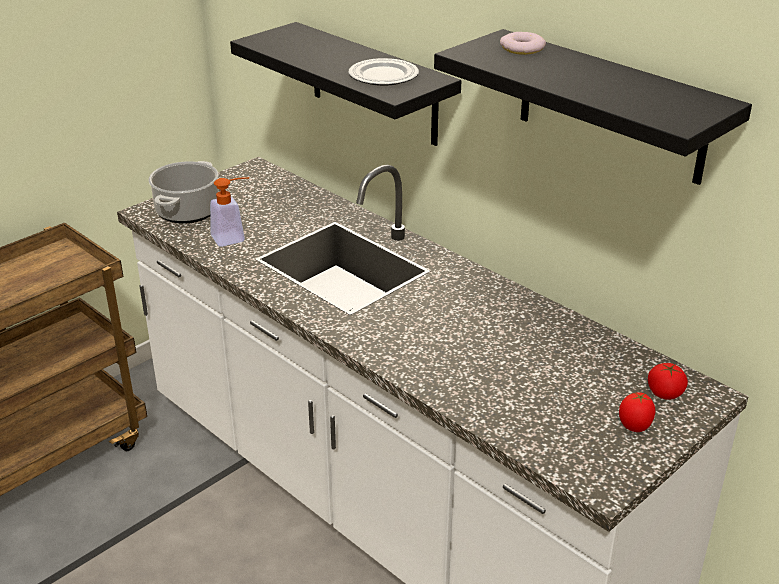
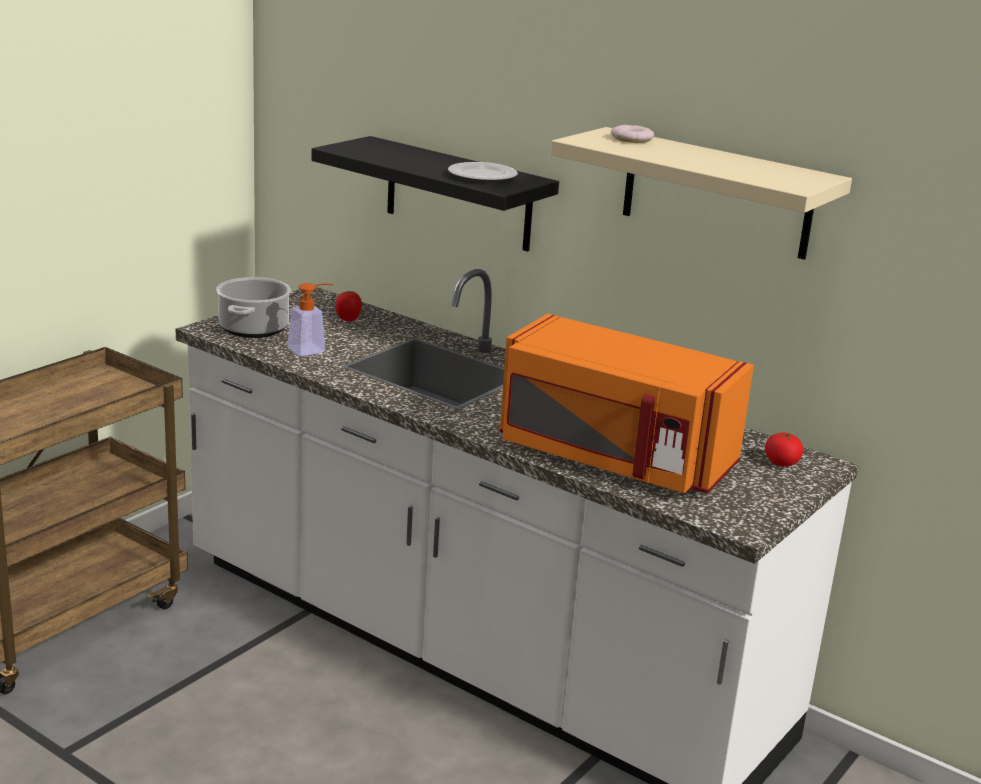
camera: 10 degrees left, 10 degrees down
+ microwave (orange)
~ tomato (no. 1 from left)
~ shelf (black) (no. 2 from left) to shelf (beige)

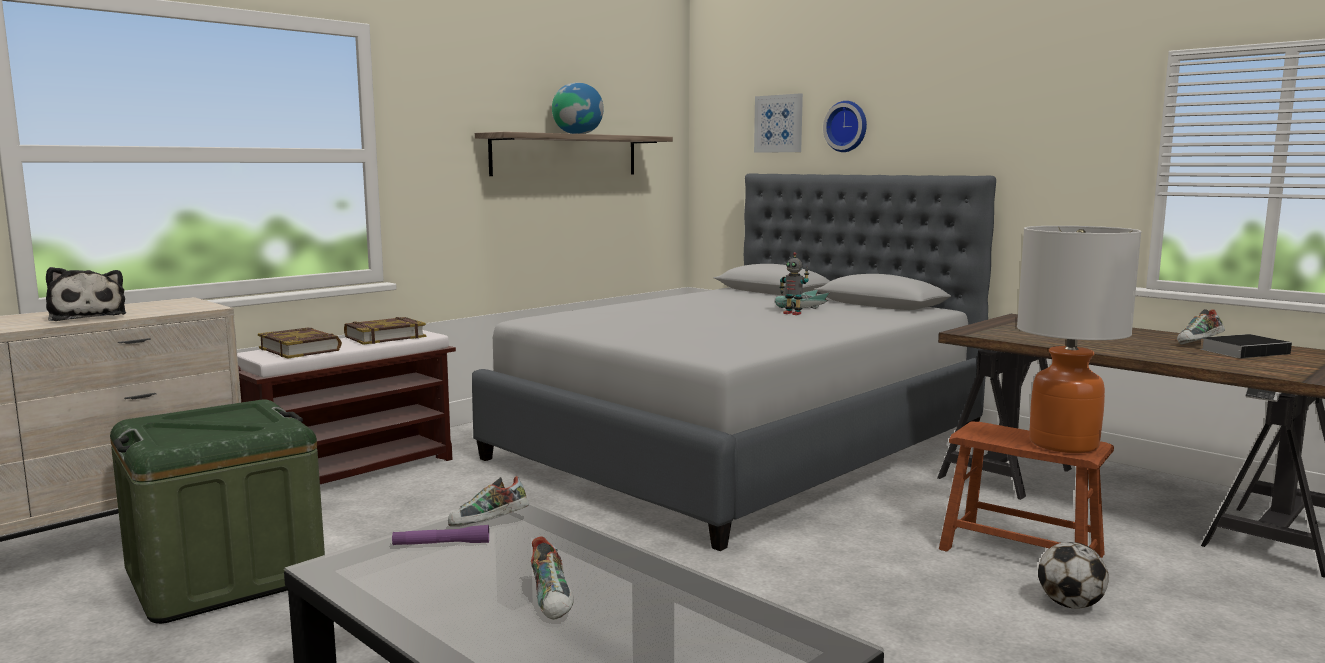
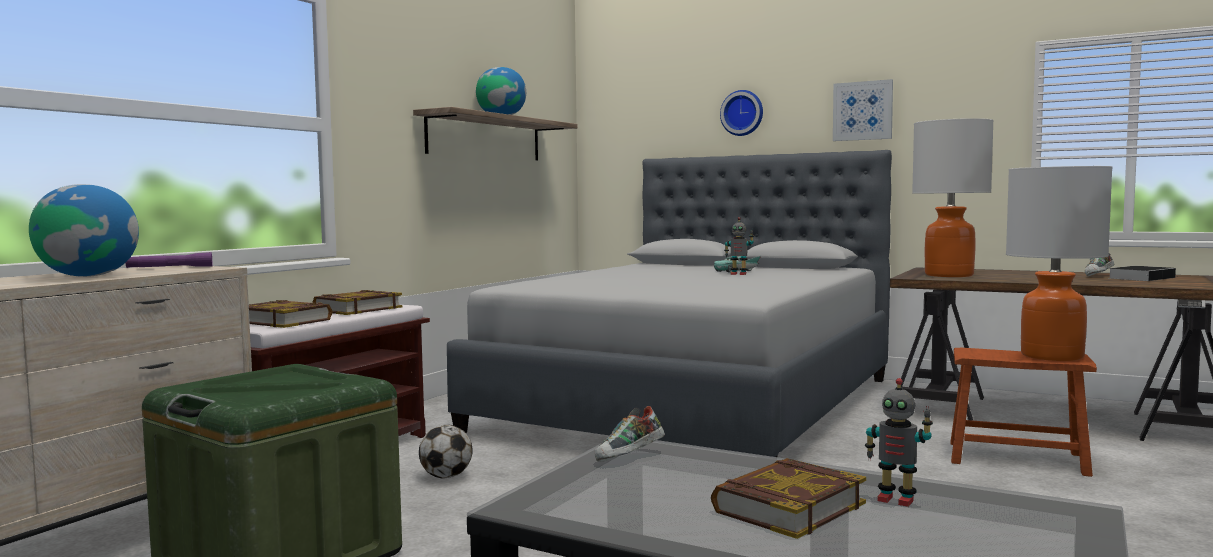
camera: 15 degrees left, 5 degrees down
+ toy robot (no. 2 from left)
+ table lamp (no. 1 from left)
~ flashlight (purple)
~ picture
~ football
~ plush toy to globe (no. 1 from left)
~ shoe (no. 2 from left) to book (no. 3 from left)

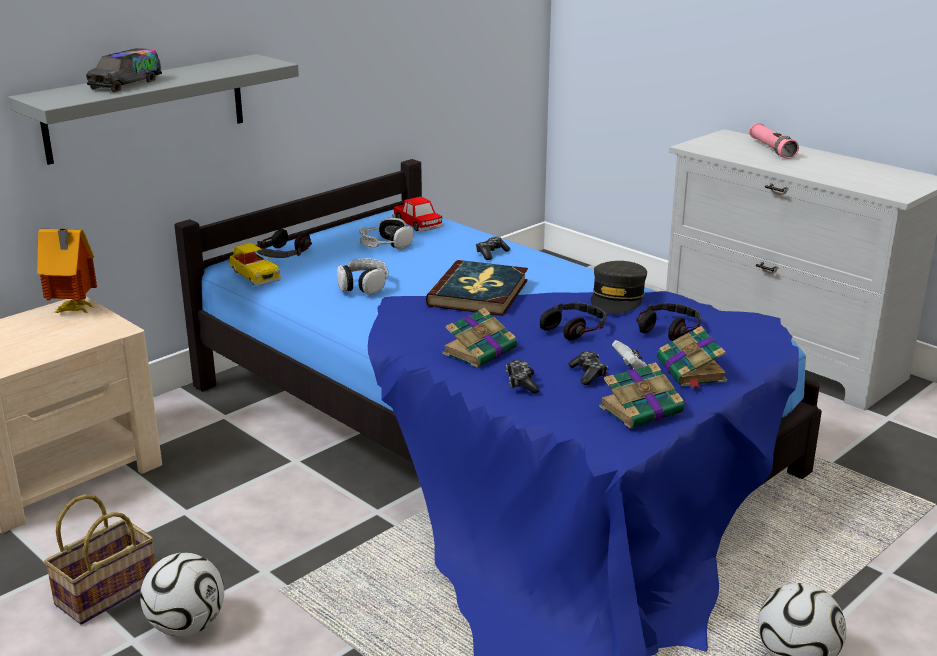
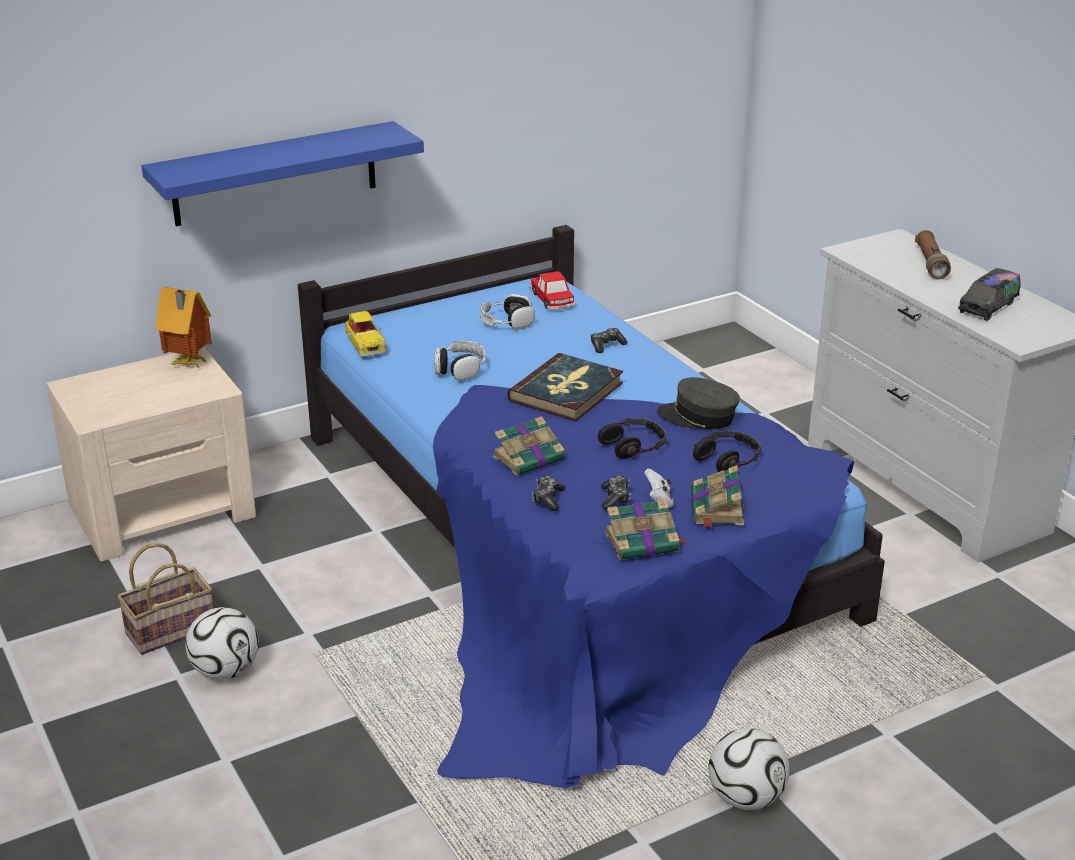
camera: 15 degrees right, 5 degrees up
- headphones (no. 1 from left)
~ toy truck
~ shelf (grey) to shelf (blue)
~ flashlight (pink) to flashlight (brown)
~ cap (grey) 75 degrees clockwise

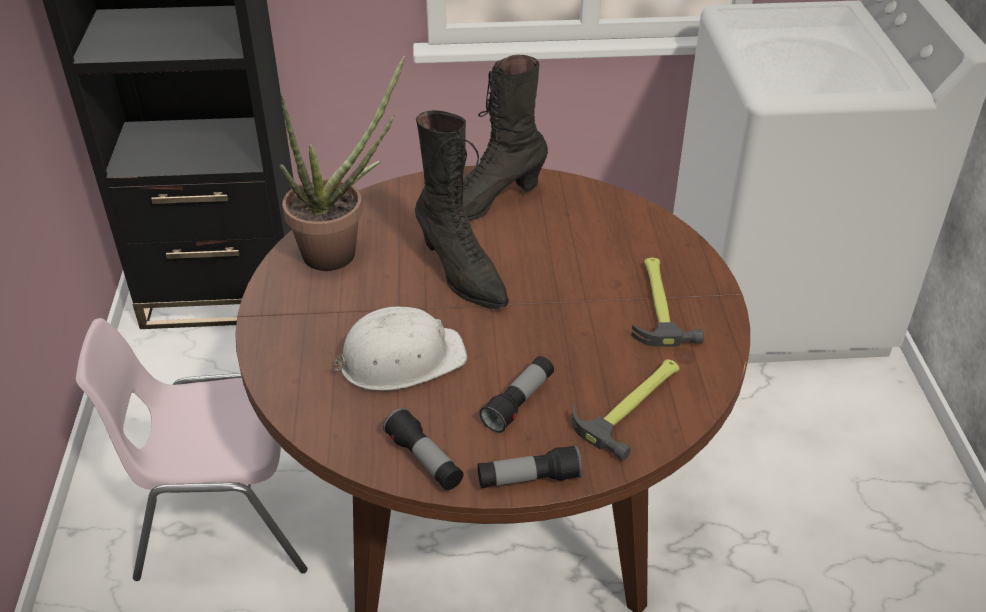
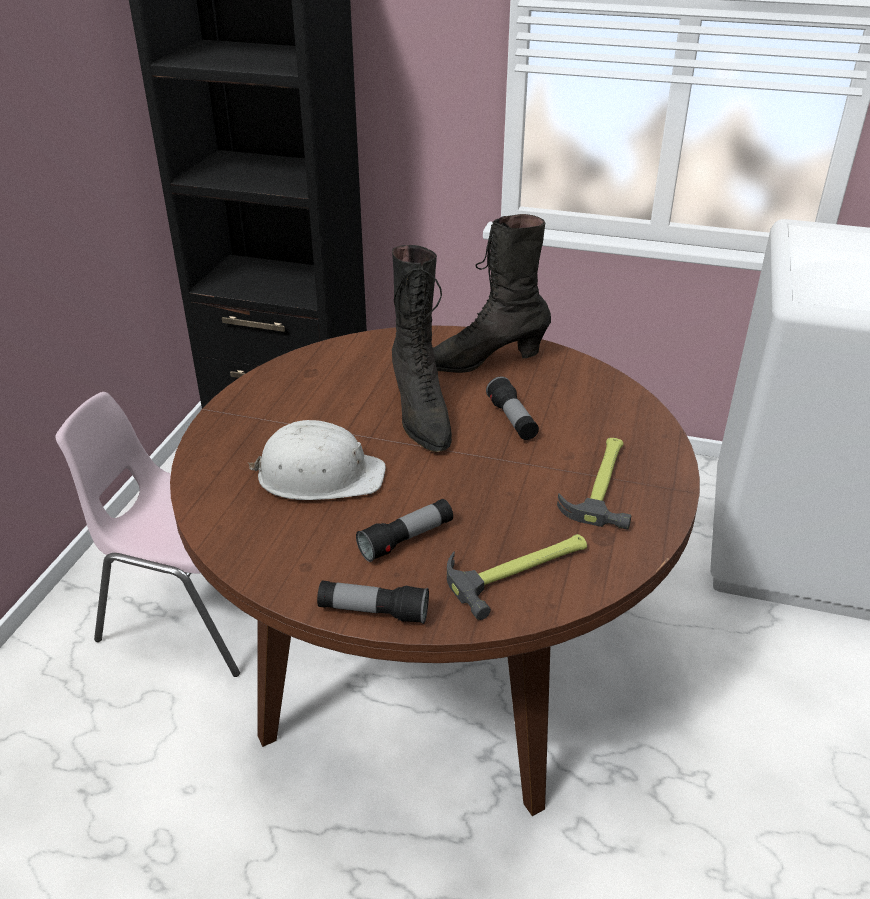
camera: 20 degrees right, 5 degrees down
- potted plant
~ flashlight (no. 1 from left in the first image) to flashlight (no. 3 from left)

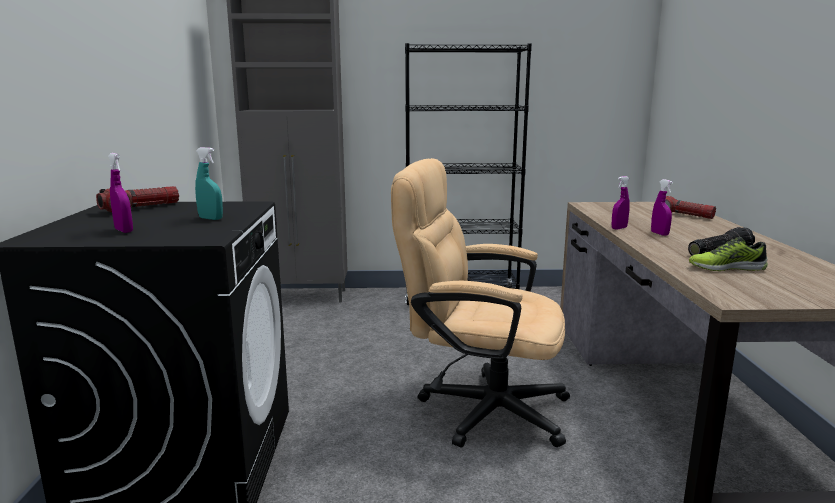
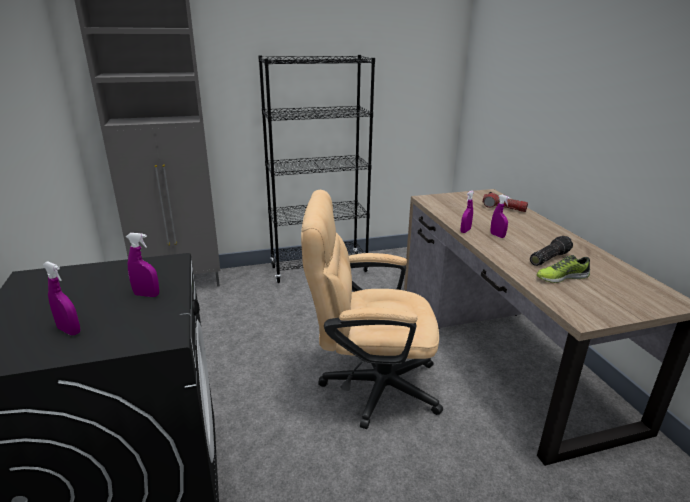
camera: 15 degrees left, 10 degrees up
- flashlight (no. 1 from left)
~ spray bottle (turquoise) to spray bottle (purple) (no. 2 from left)

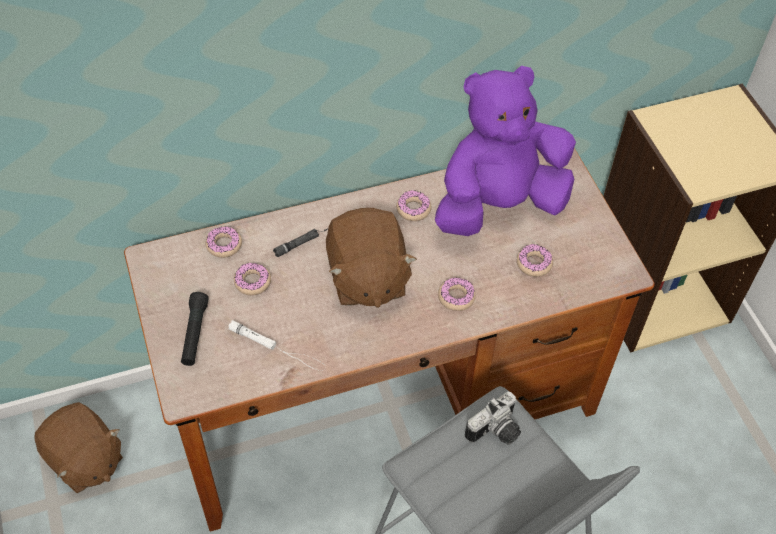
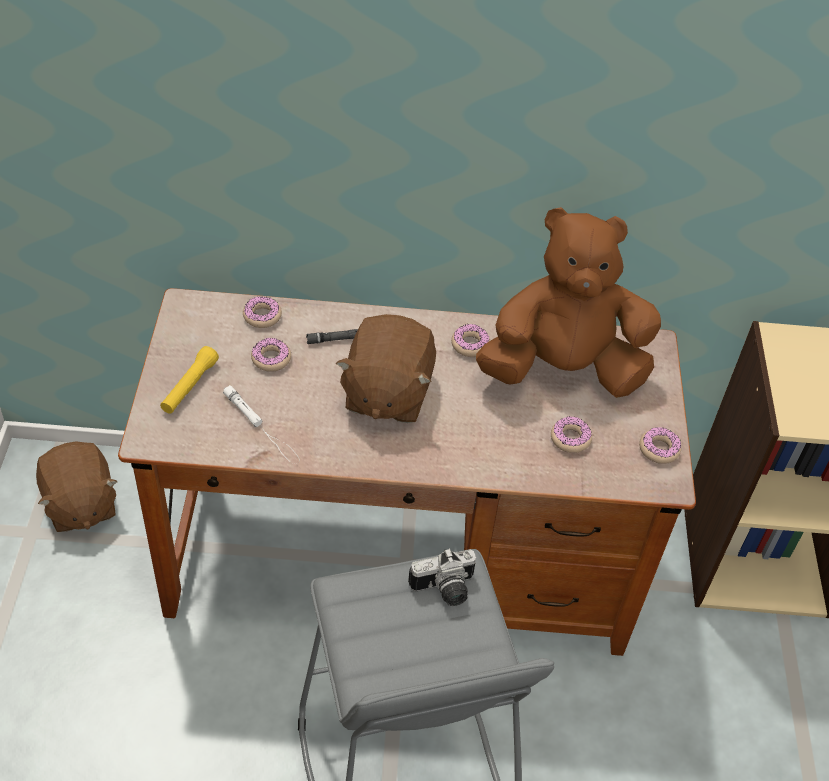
camera: 20 degrees right, 5 degrees down
~ donut (no. 4 from left in the first image) to donut (no. 5 from left)
~ flashlight (black) (no. 1 from left) to flashlight (yellow)
~ plush toy (purple) to plush toy (brown) (no. 3 from left)

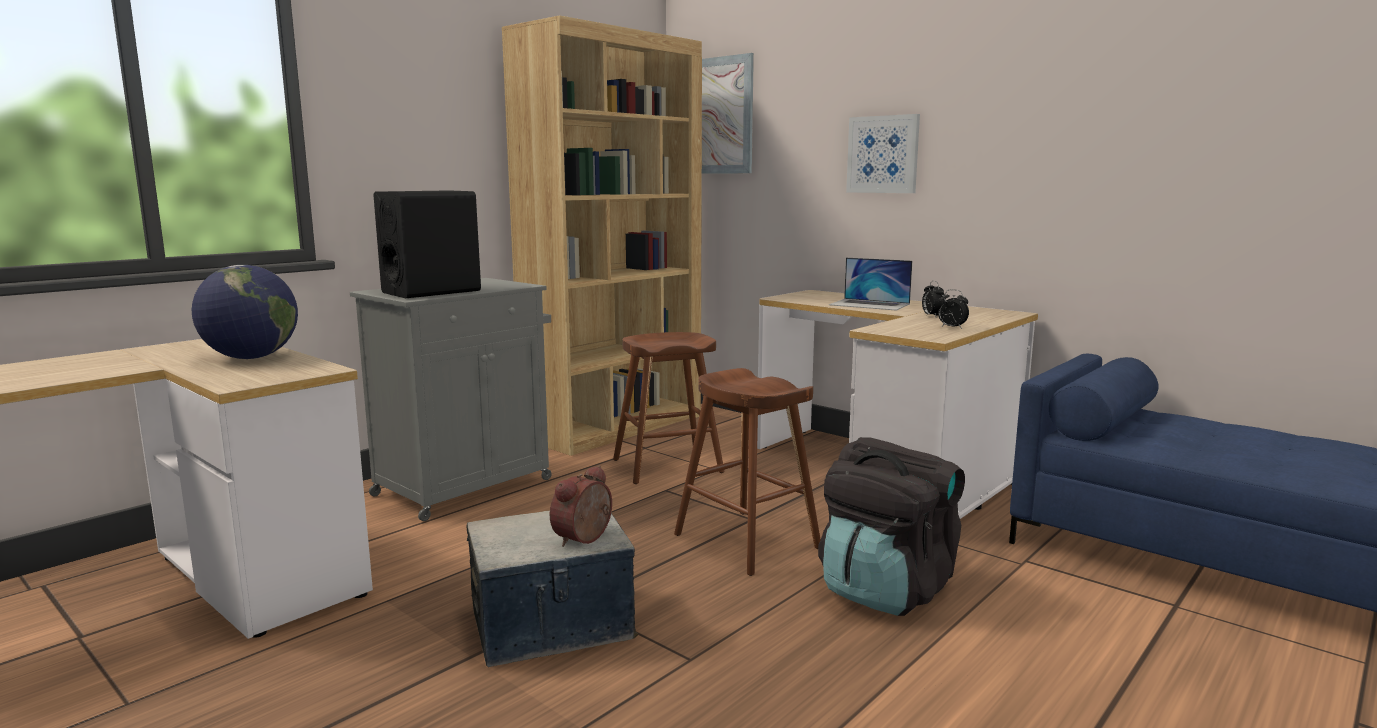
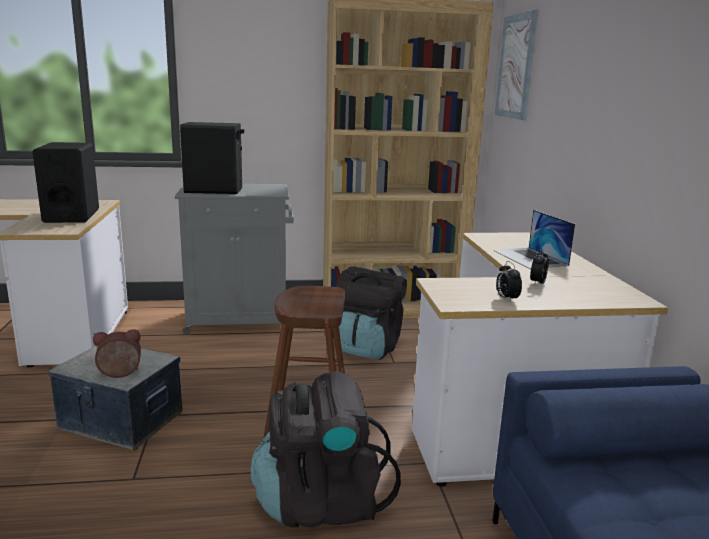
camera: 40 degrees right, 5 degrees up
- picture (no. 2 from left)
~ globe to speaker (black) (no. 1 from left)
~ stool (brown) (no. 1 from left) to backpack (black) (no. 2 from left)

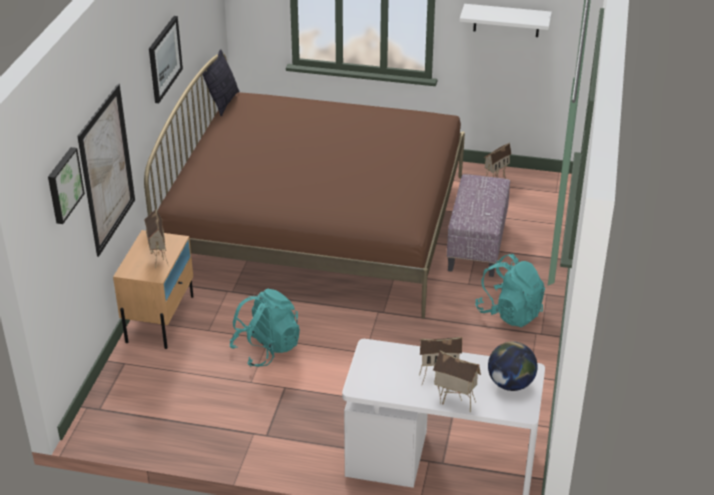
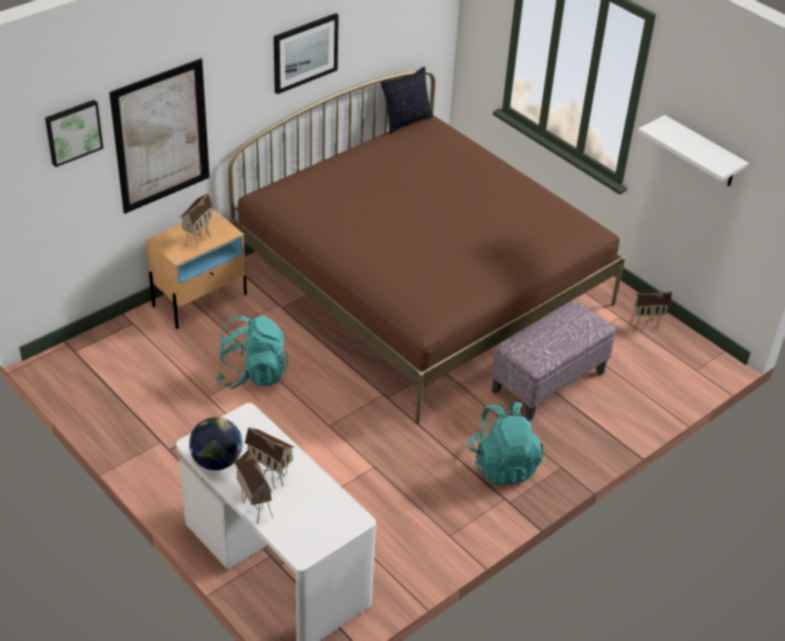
camera: 35 degrees right, 5 degrees up
~ globe

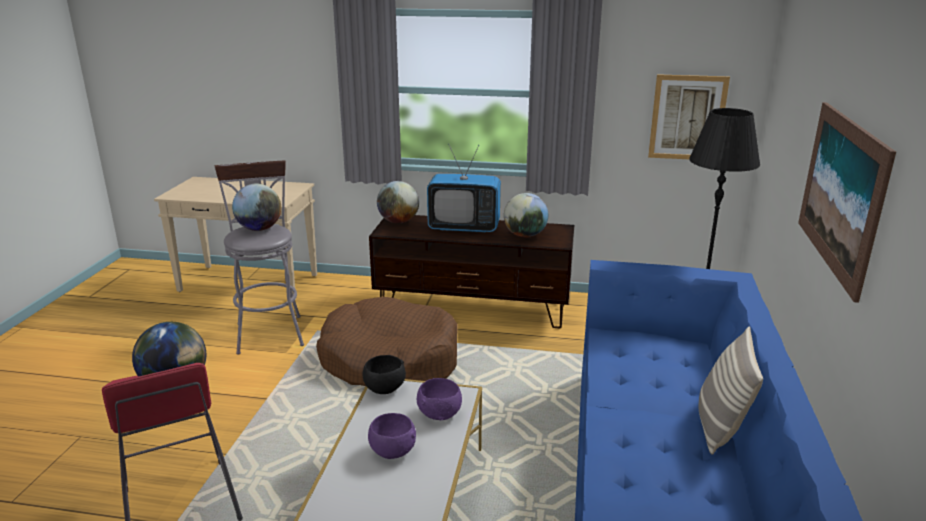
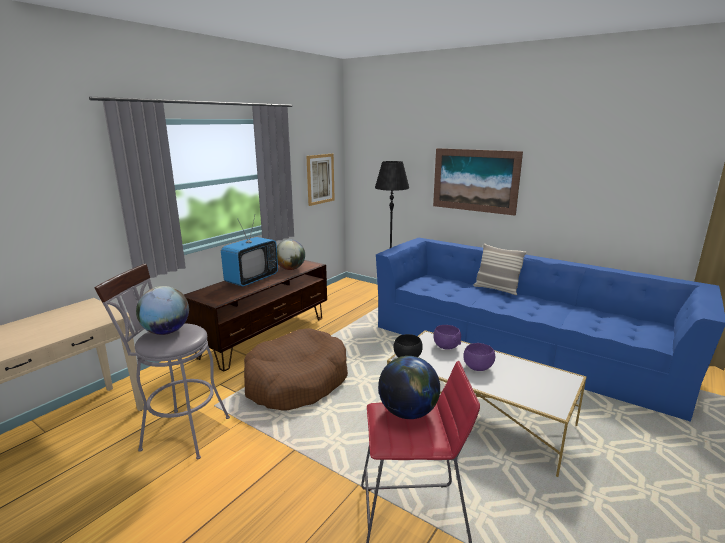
camera: 65 degrees left, 5 degrees down
- globe (no. 3 from left)

